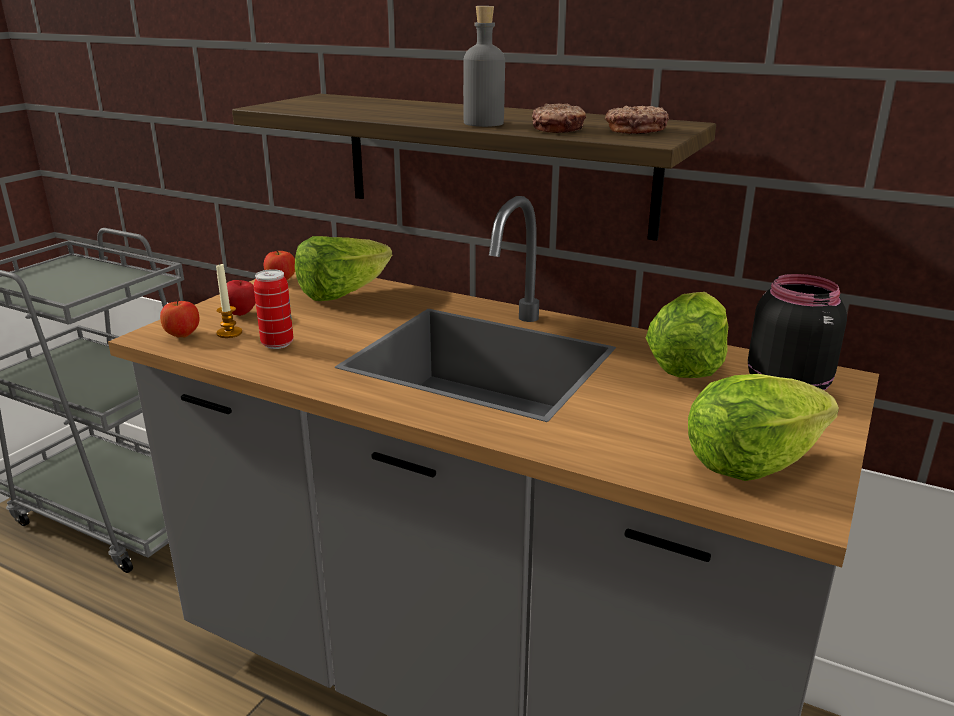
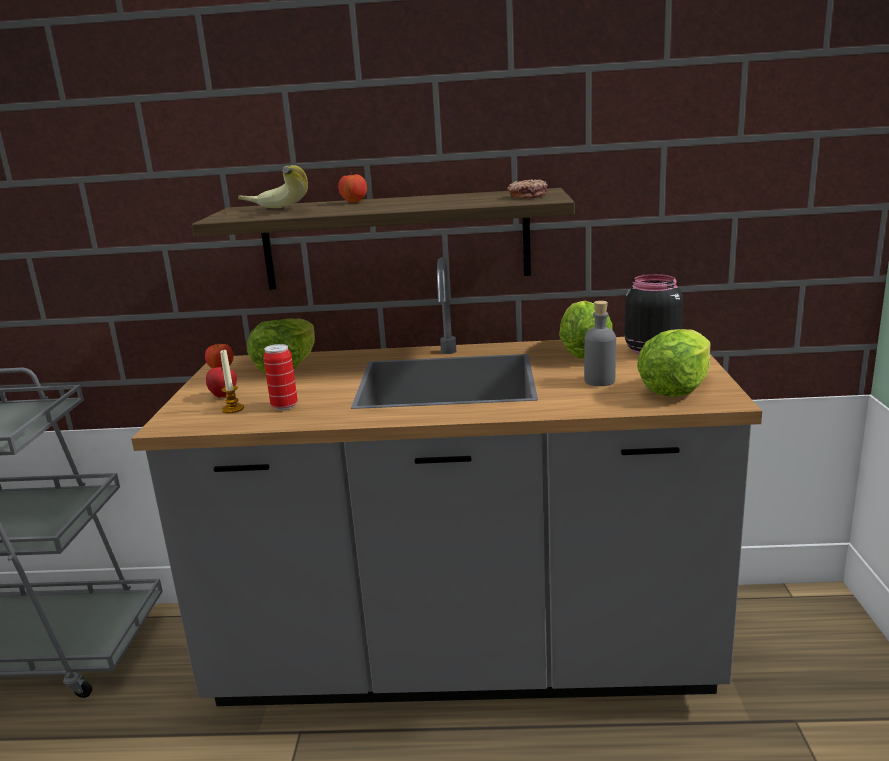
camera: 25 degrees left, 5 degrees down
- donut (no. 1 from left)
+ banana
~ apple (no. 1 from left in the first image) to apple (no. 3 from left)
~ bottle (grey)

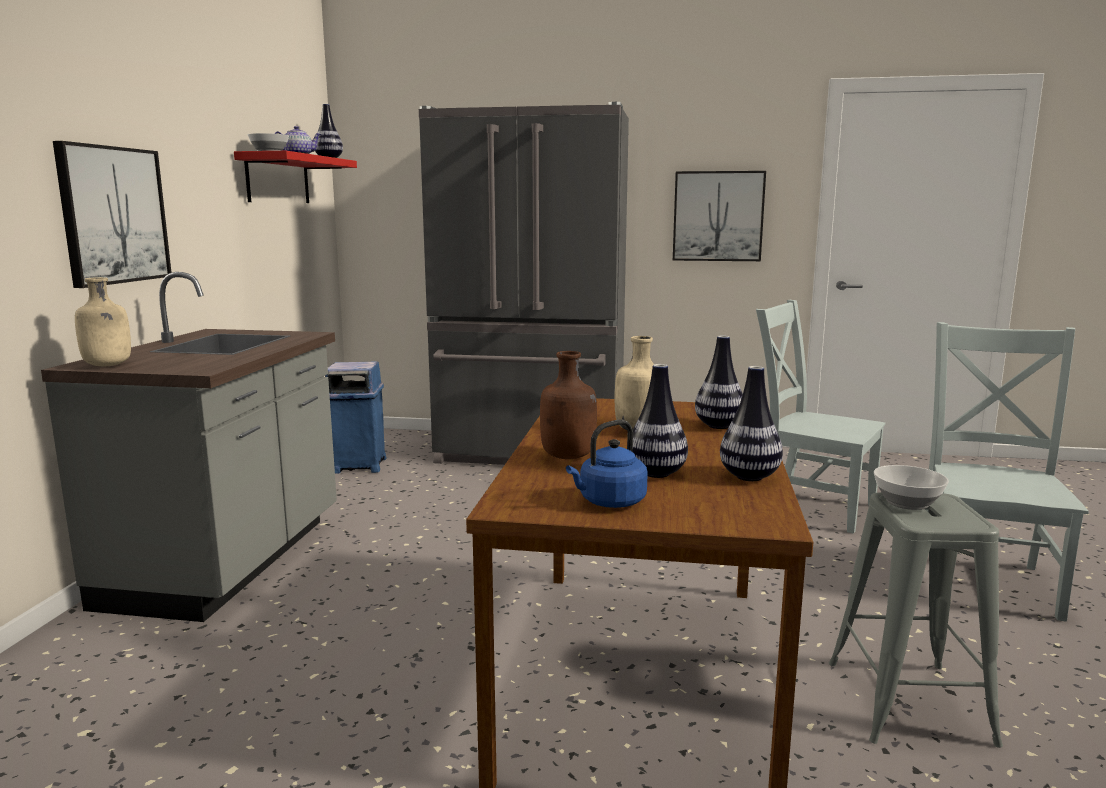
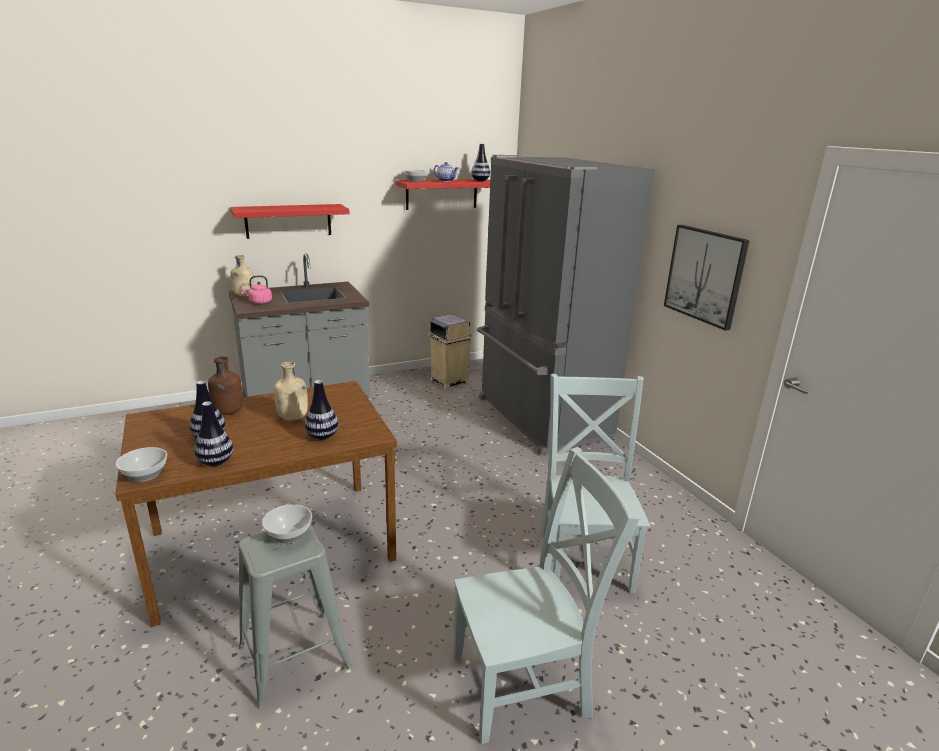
camera: 55 degrees right, 10 degrees up
- kettle (blue)
+ bowl (no. 1 from left)
+ kettle (pink)
~ picture (no. 1 from left) to shelf (red) (no. 1 from left)
~ trash can (blue) to trash can (beige)

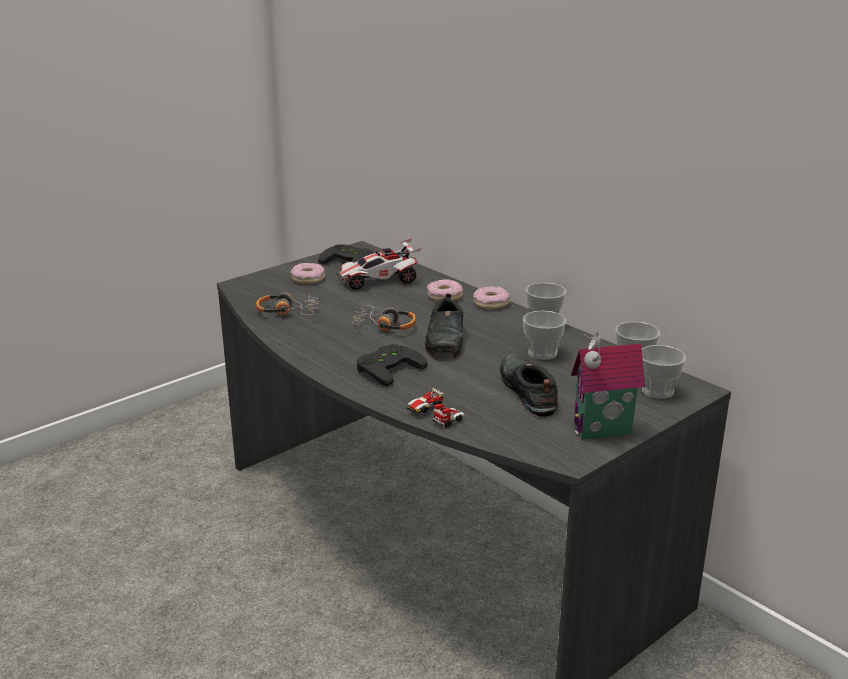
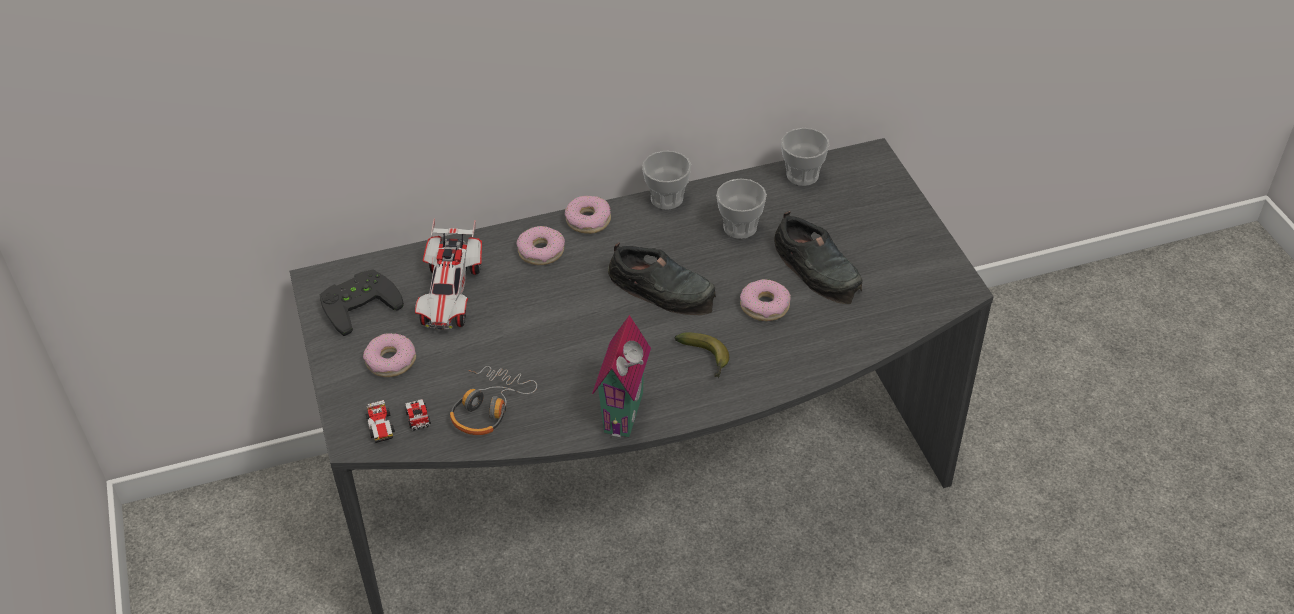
camera: 65 degrees left, 20 degrees up
- headphones (no. 2 from left)
- cup (no. 4 from left)
+ donut (no. 4 from left)
~ toy car (no. 2 from left in the first image) to toy car (no. 1 from left)
~ toy house
~ game controller (black) (no. 2 from left) to banana
~ shoe (black) (no. 2 from left) 135 degrees counterclockwise

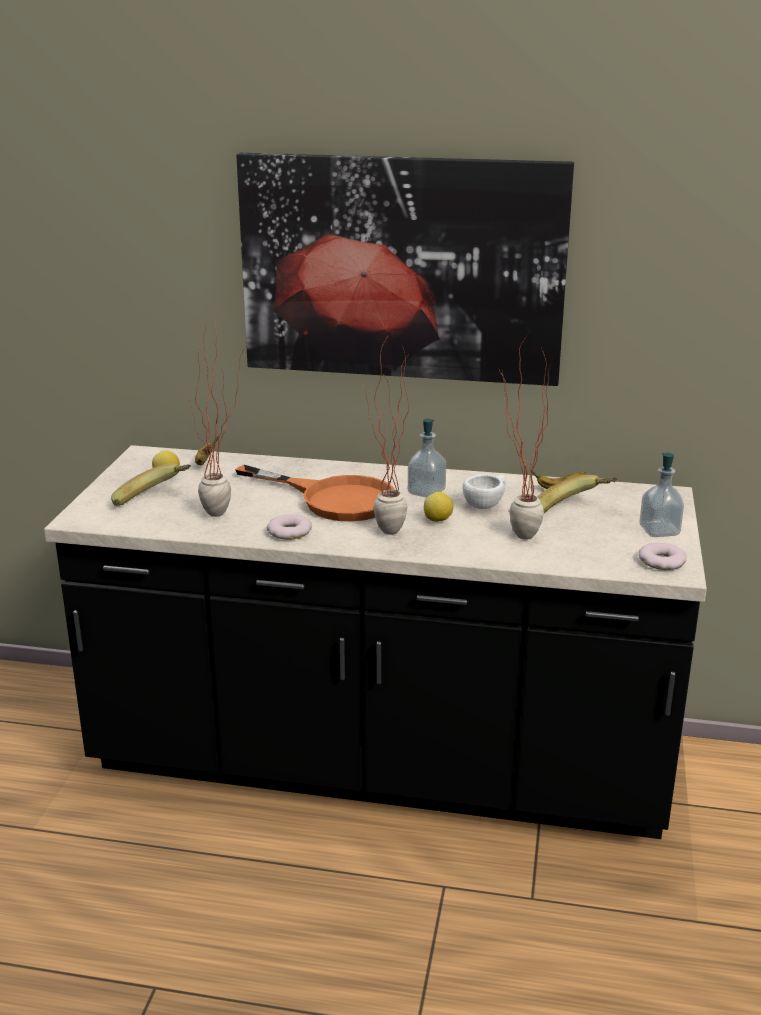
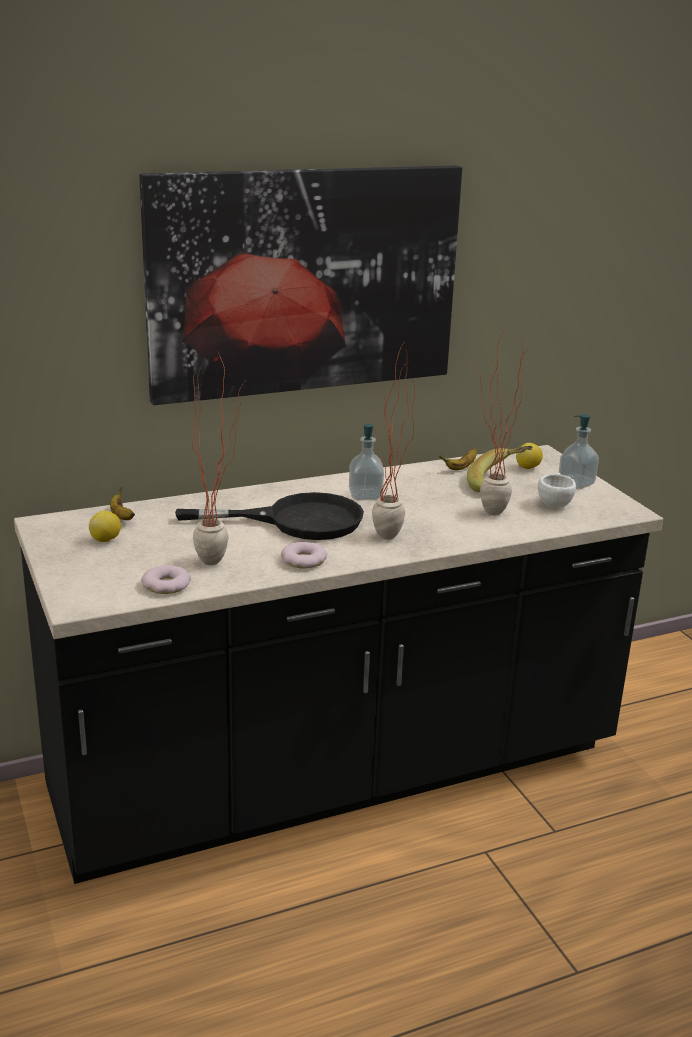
camera: 35 degrees left, 0 degrees up
- banana (no. 1 from left)
~ lemon (no. 2 from left)
~ cup (white)
~ donut (no. 2 from left in the first image) to donut (no. 1 from left)
~ frying pan (orange) to frying pan (black)

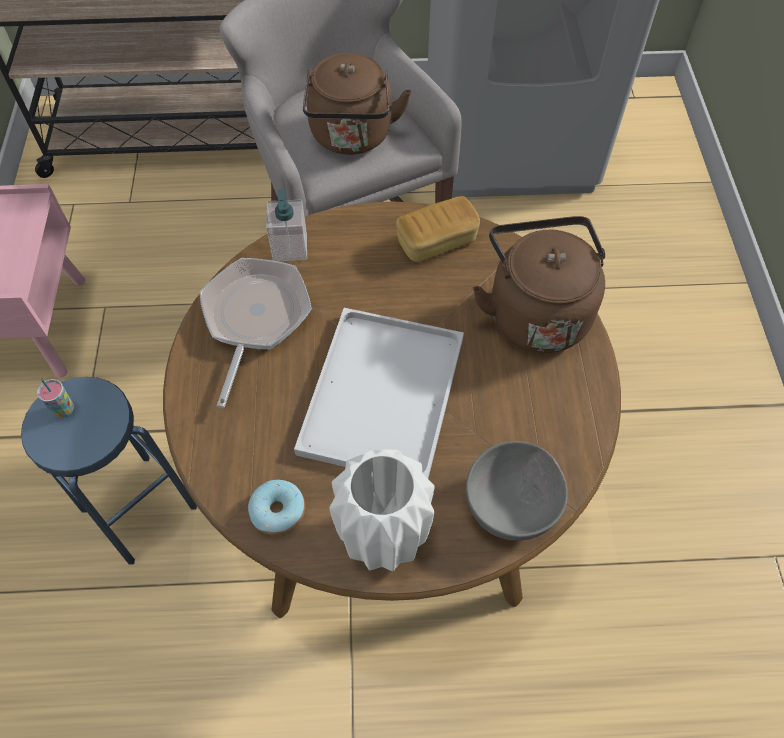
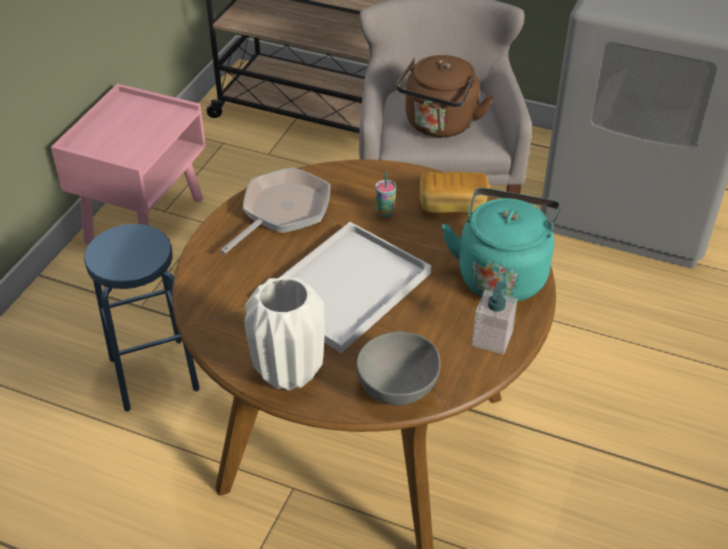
camera: 25 degrees right, 15 degrees down
- donut
~ cup
~ soap dispenser
~ kettle (brown) (no. 2 from left) to kettle (turquoise)

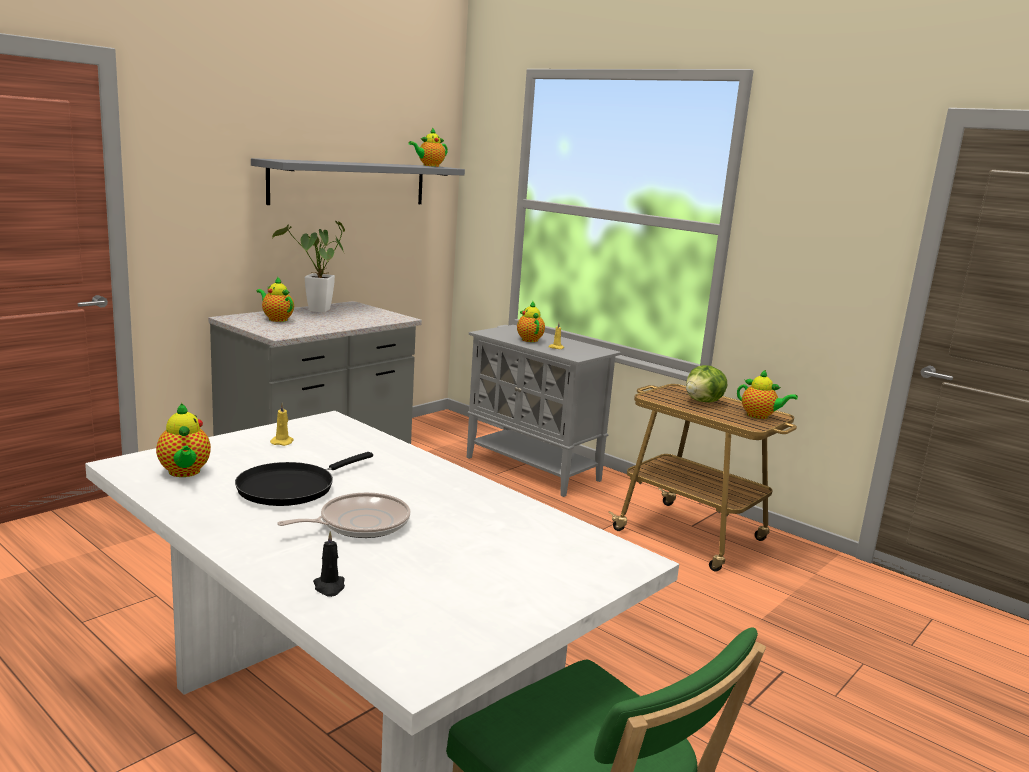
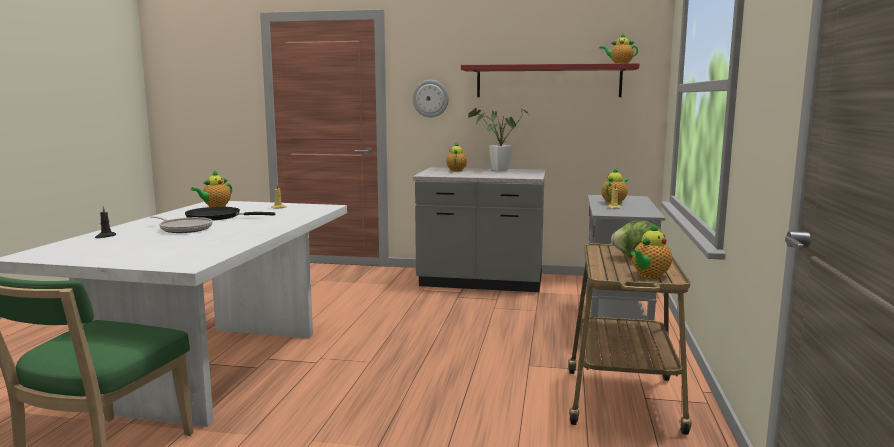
camera: 60 degrees right, 5 degrees down
+ wall clock
~ shelf (grey) to shelf (red)
~ teapot (no. 5 from left) 45 degrees clockwise

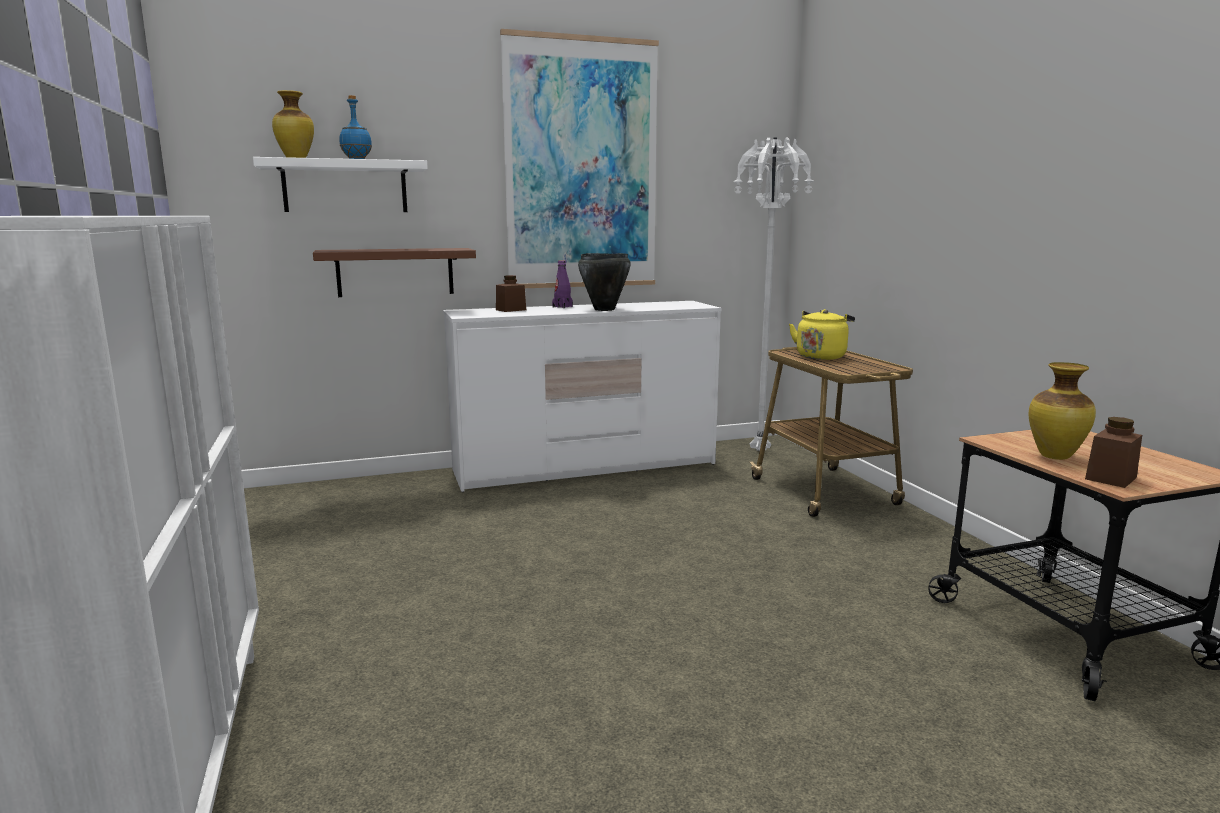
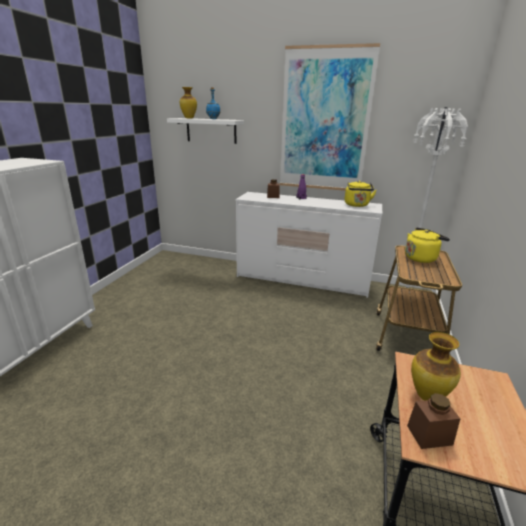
camera: 35 degrees right, 10 degrees up
- shelf (brown)
- cooking pot (black)
+ kettle (yellow) (no. 1 from left)

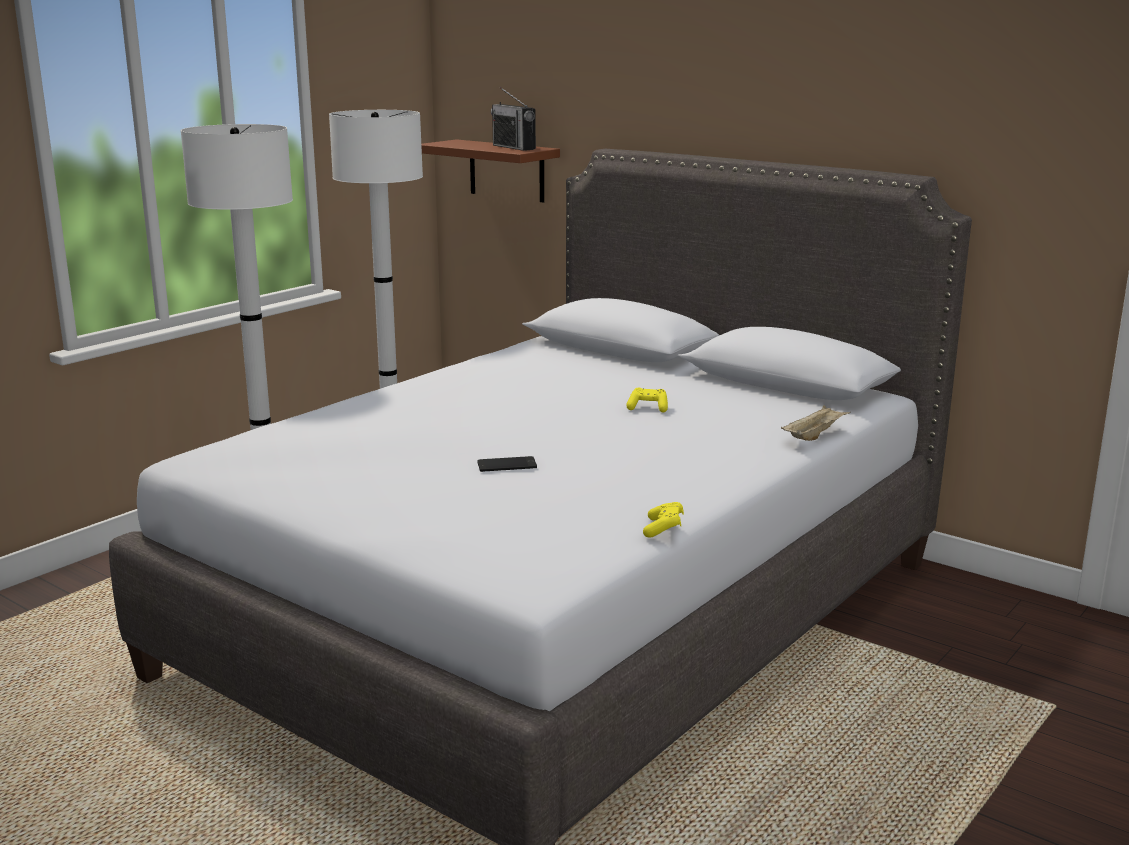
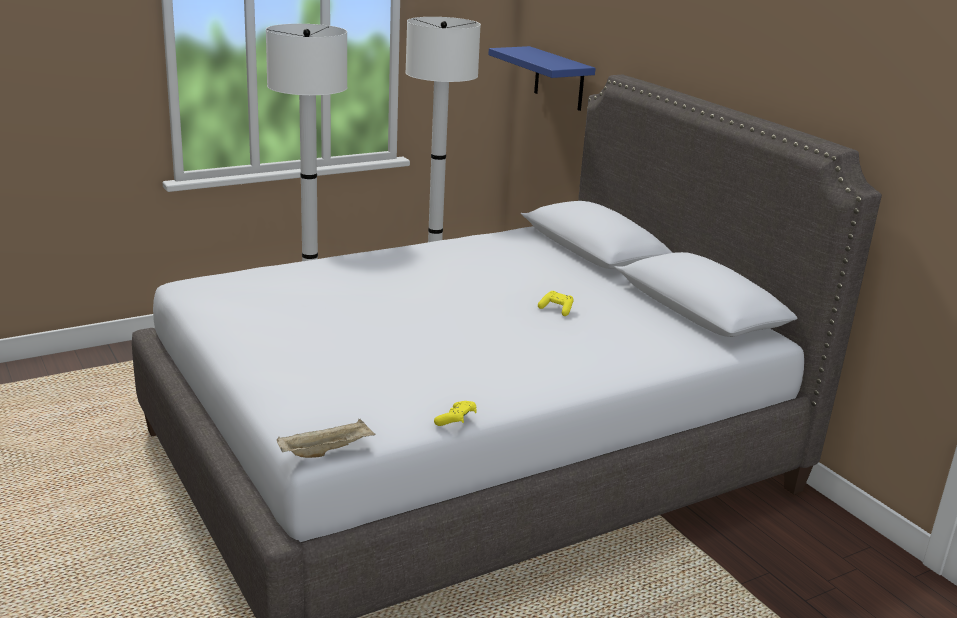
camera: 20 degrees right, 5 degrees up
- phone
- radio
~ tray (beige)
~ shelf (brown) to shelf (blue)

